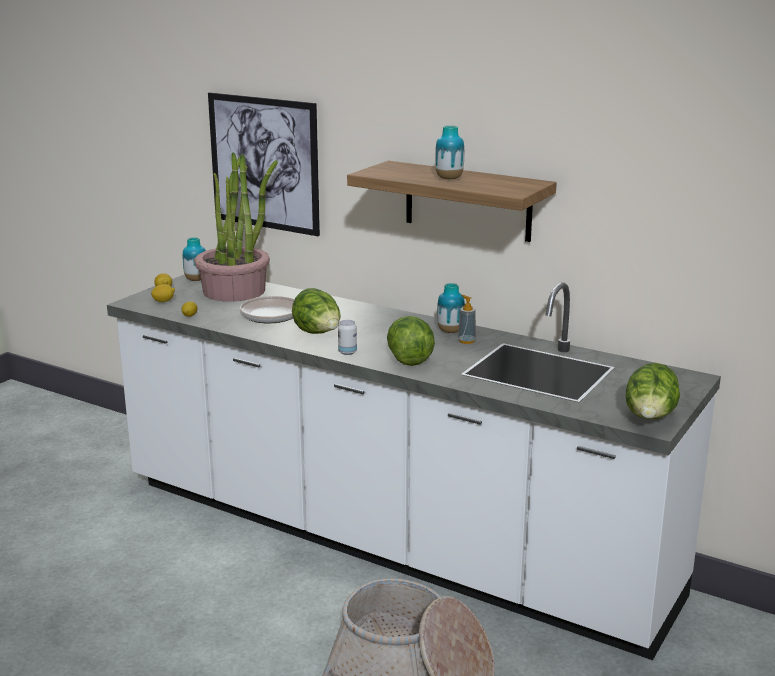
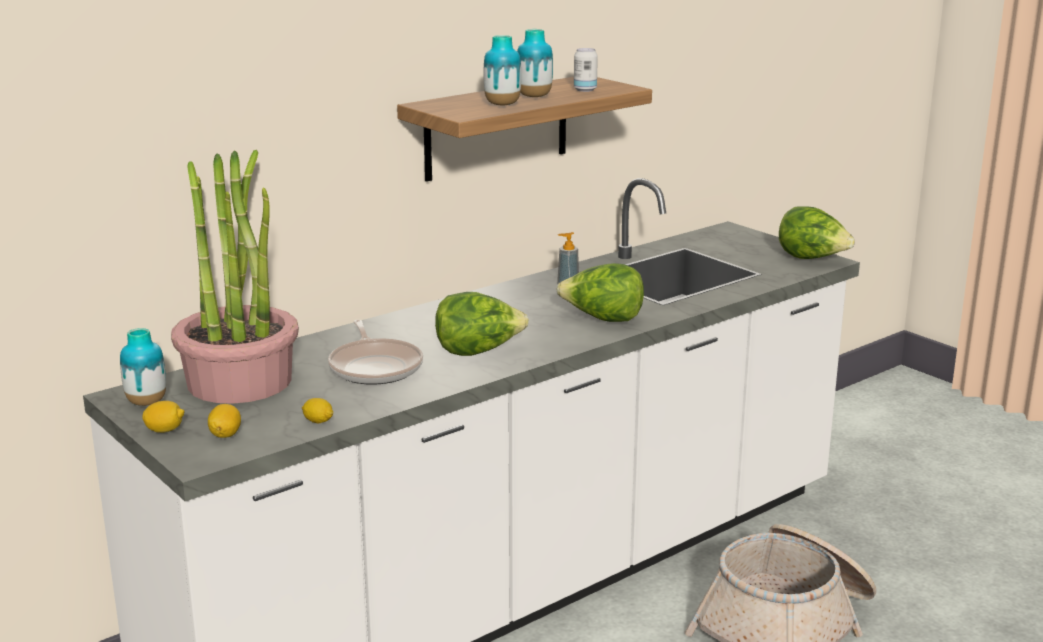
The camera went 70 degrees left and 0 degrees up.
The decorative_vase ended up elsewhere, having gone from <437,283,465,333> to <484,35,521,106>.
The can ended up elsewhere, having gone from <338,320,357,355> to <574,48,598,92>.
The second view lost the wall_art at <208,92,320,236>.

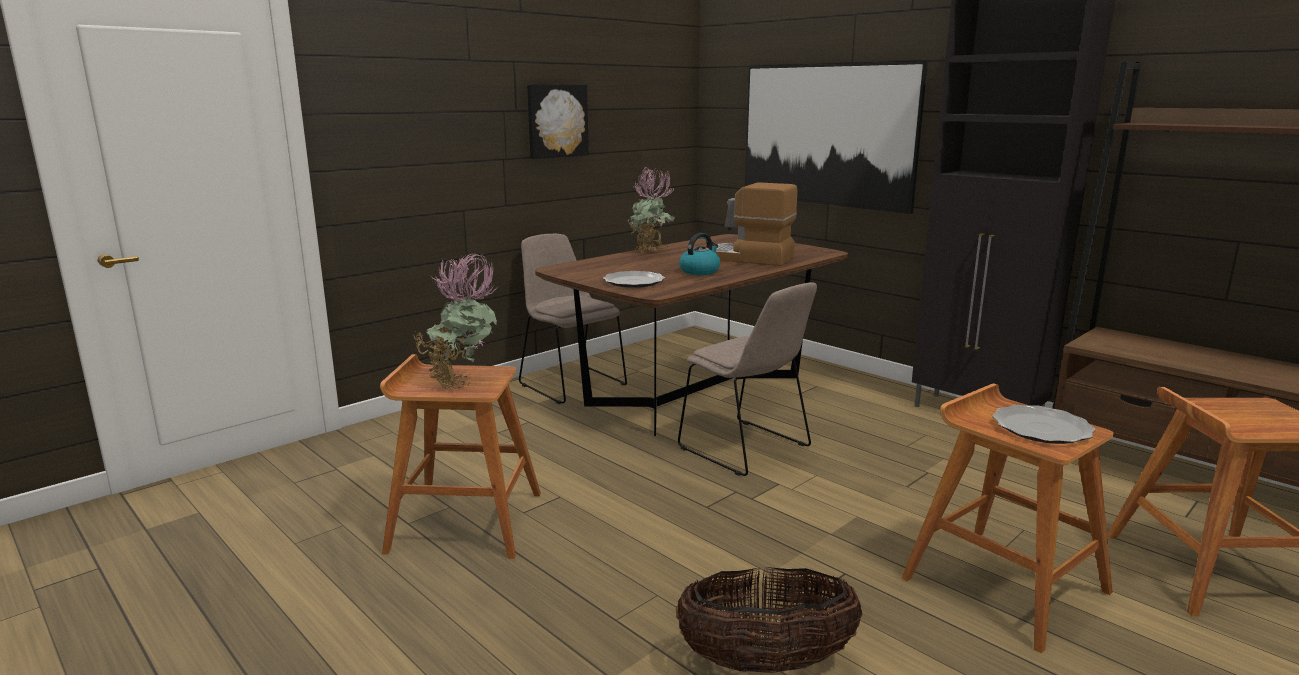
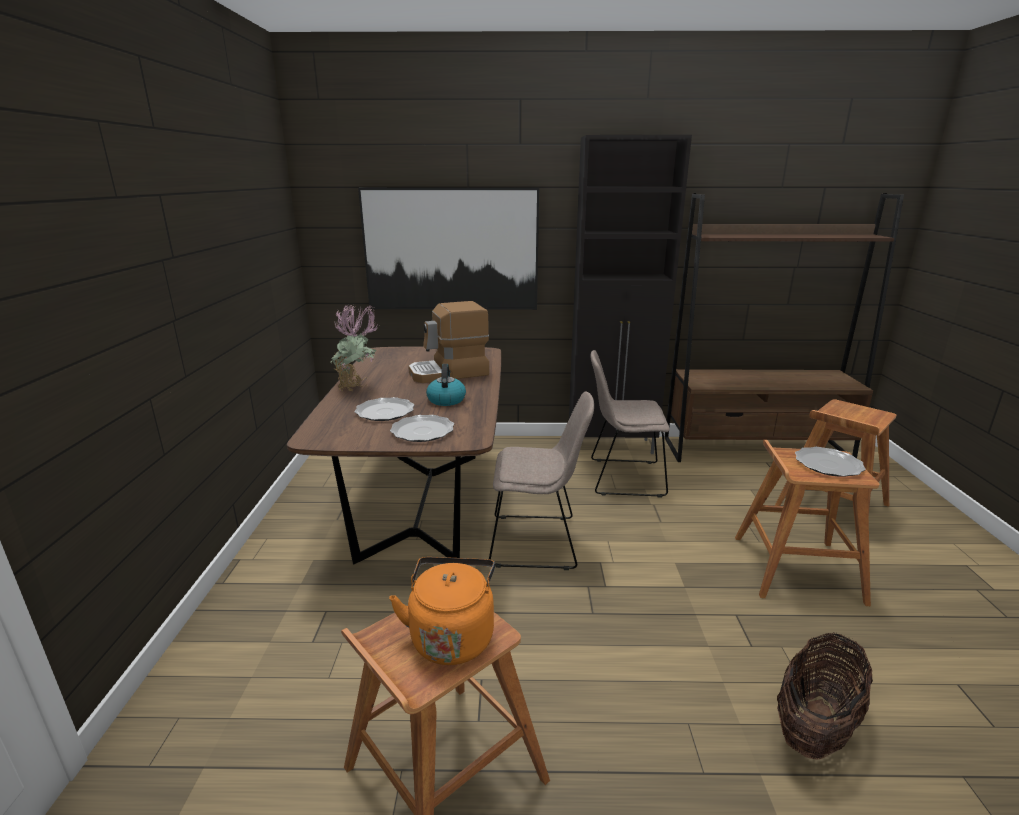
The camera went 45 degrees left and 5 degrees up.
The second view gained the flat_dish at <354,397,414,421>.
Where the houseplant stood at <414,253,497,390>, the orange-coloured_water_kettle came to stand at <389,557,495,665>.
The sand-coloured_chair ended up elsewhere, having gone from <519,234,627,404> to <591,350,670,498>.
The second view lost the wall_art at <527,84,589,159>.

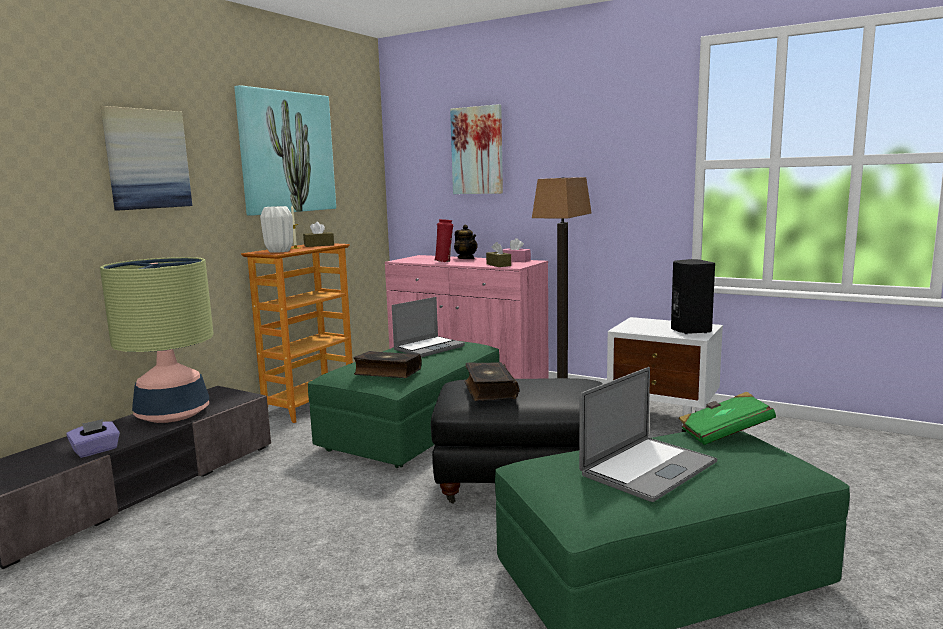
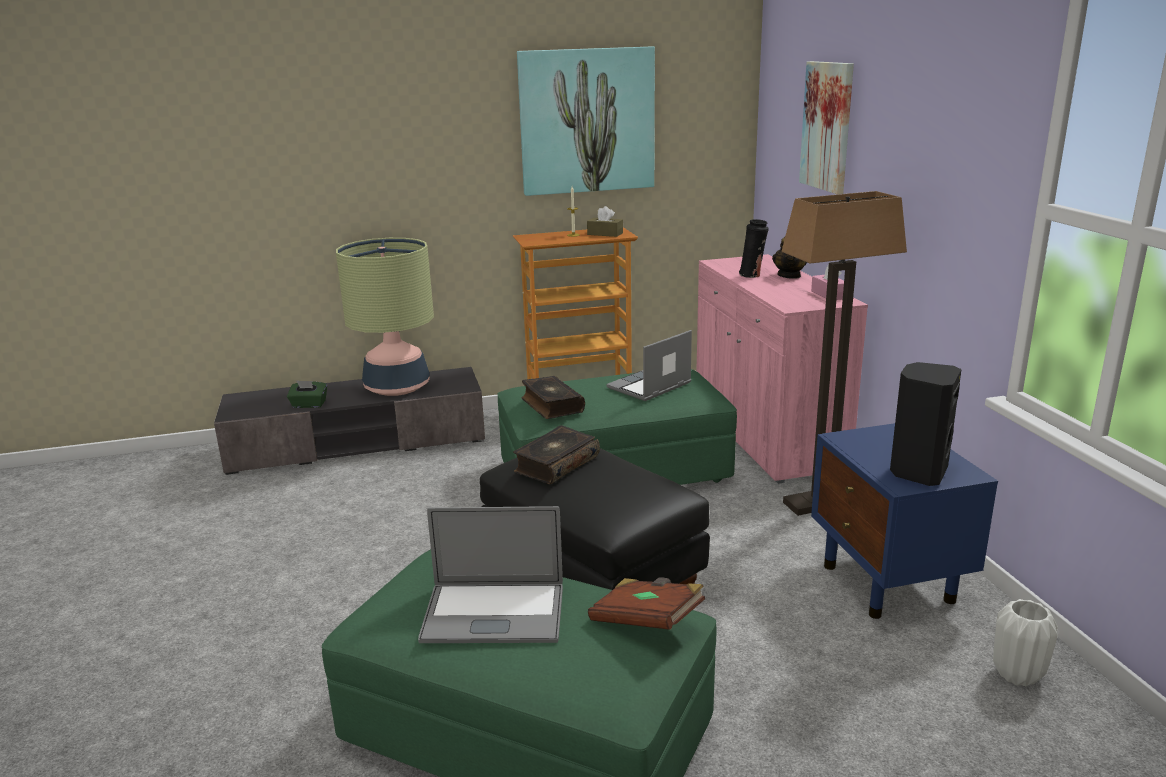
The camera went 45 degrees right and 10 degrees up.
What was the purple_box_of_tissues at <67,419,120,458> turned into the green-coloured_box_of_tissues at <287,381,327,408>.
What was the green-coloured_book at <678,392,776,445> turned into the brown_book at <588,578,705,630>.
The laptop at <392,297,465,357> ended up facing another way, 135 degrees clockwise from before.
What was the red_decorative_vase at <434,219,453,262> turned into the blackish_decorative_vase at <739,219,769,278>.
What was the white_night_table at <607,317,723,432> turned into the bluish_night_table at <811,423,998,619>.
The white_decorative_vase ended up elsewhere, having gone from <260,206,293,253> to <993,599,1058,686>.
The second view lost the wall_art at <101,106,192,210>.
The second view lost the brown_box_of_tissues at <486,242,511,267>.

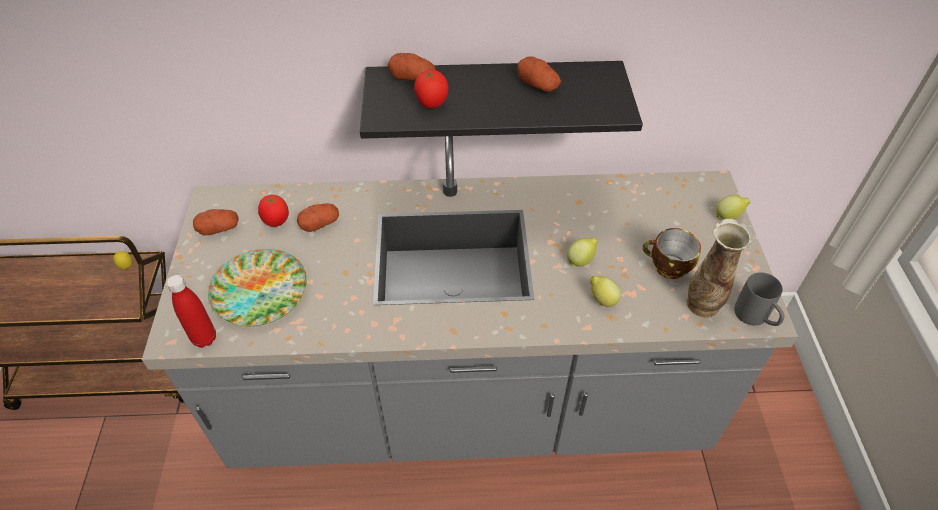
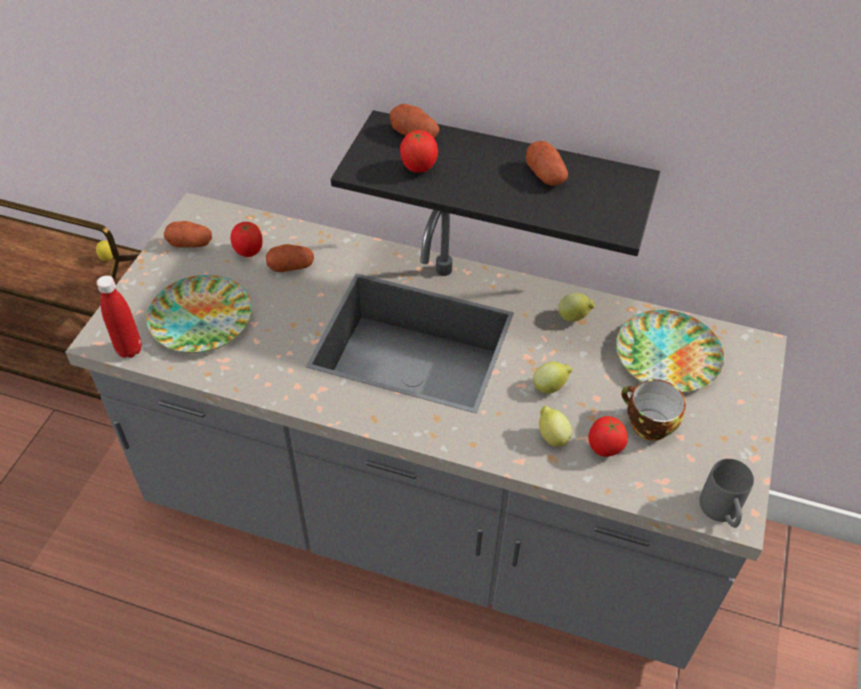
The camera went 20 degrees right and 0 degrees up.
The citrus_fruit ended up elsewhere, having gone from <716,195,750,220> to <558,293,595,322>.
The second view gained the fresh_tomato at <588,416,628,457>.
The second view gained the flat_dish at <616,310,724,393>.
The second view lost the decorative_vase at <687,219,754,318>.

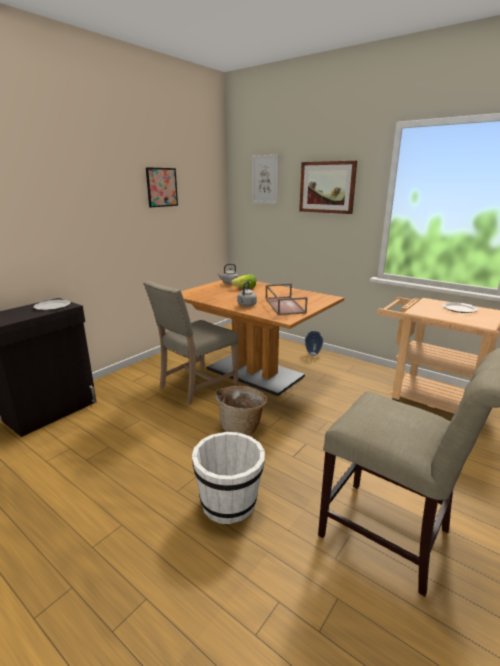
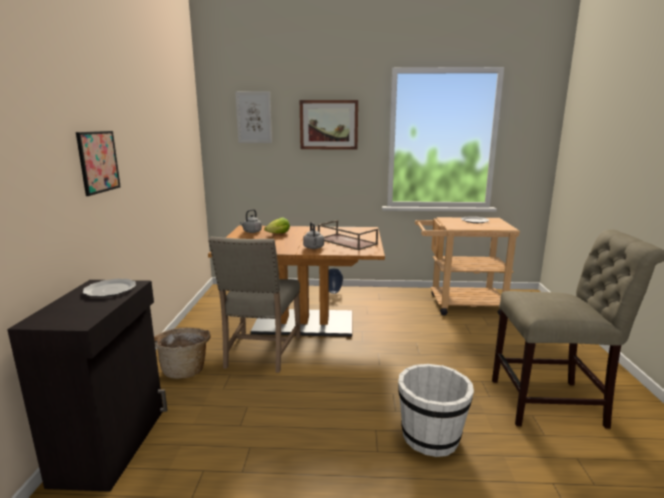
The camera went 35 degrees left and 5 degrees down.
The wall_art ended up elsewhere, having gone from <146,167,178,207> to <76,131,121,196>.
The storage_basket ended up elsewhere, having gone from <215,386,268,435> to <154,328,211,379>.

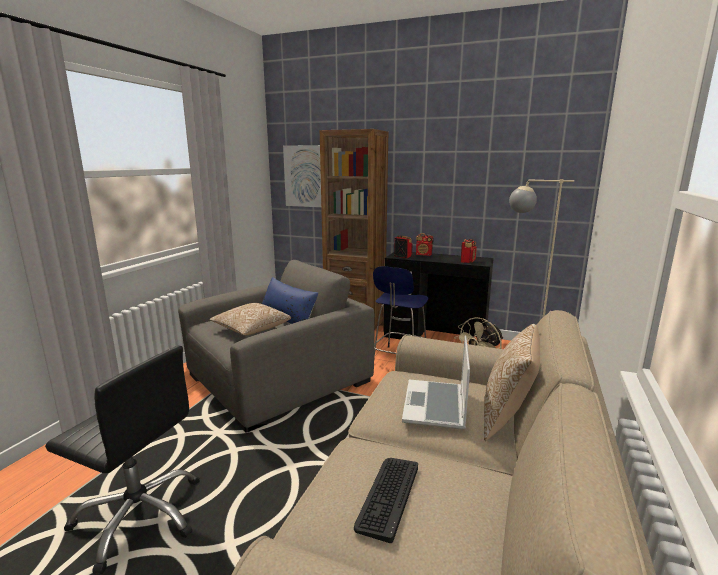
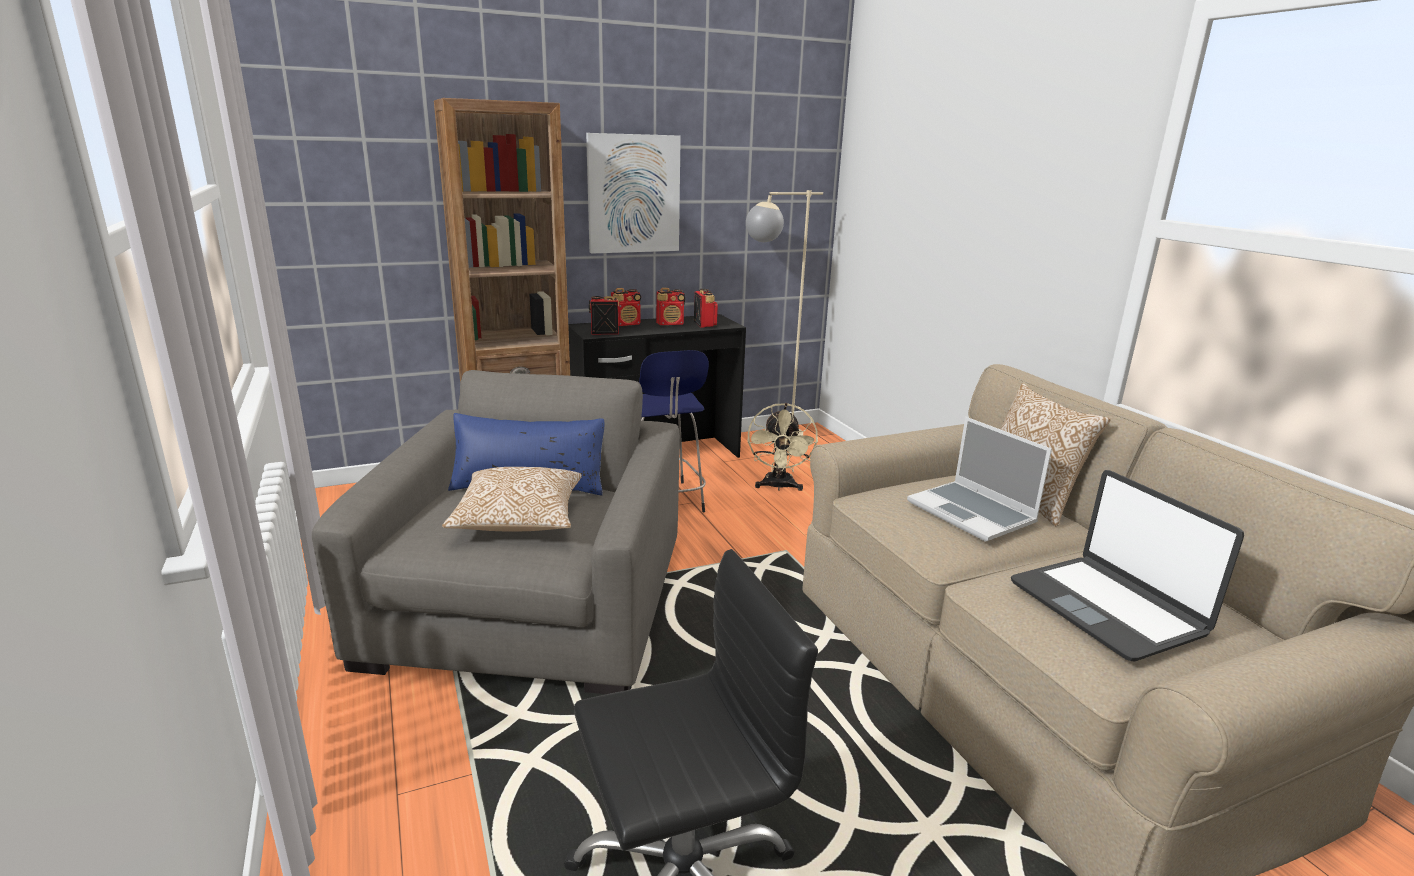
The camera went 45 degrees left and 5 degrees up.
The wall_art ended up elsewhere, having gone from <283,145,321,207> to <586,133,681,254>.
The second view gained the radio_set at <656,288,685,325>.
Where the PC_keyboard stood at <354,458,418,543>, the laptop came to stand at <1011,470,1244,661>.

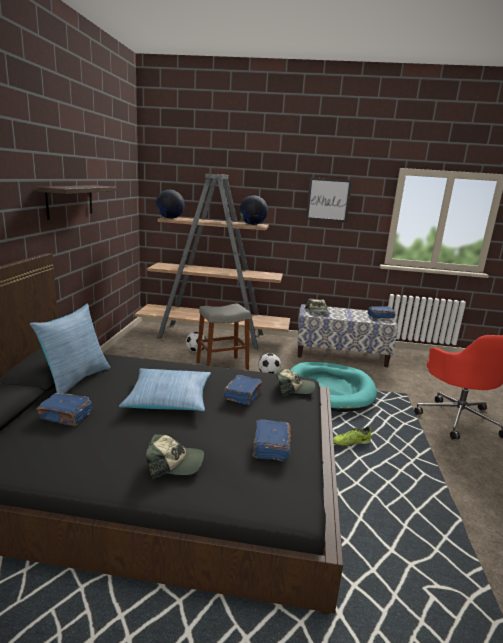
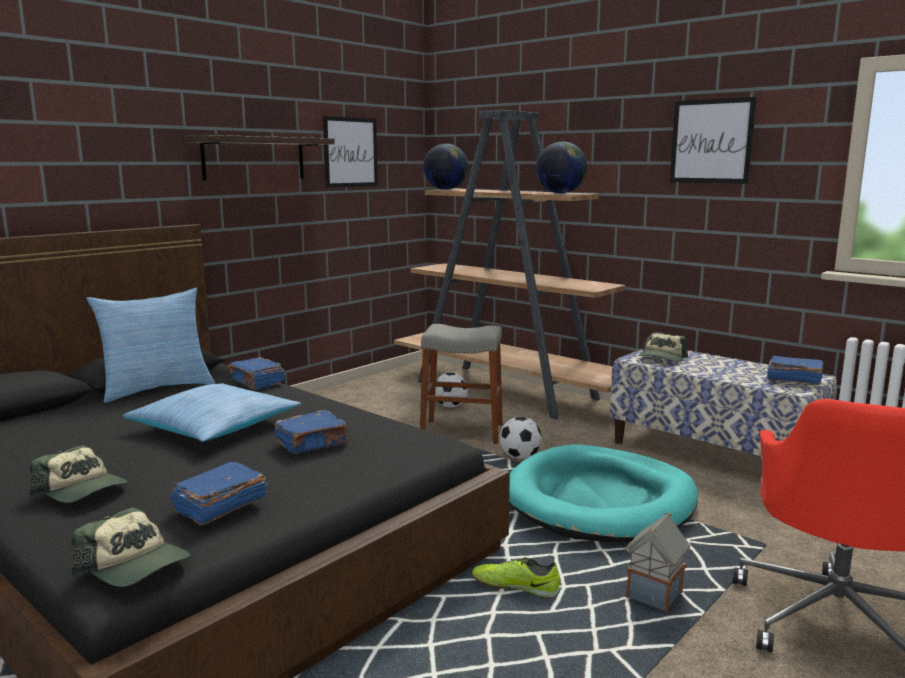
The camera went 35 degrees right and 5 degrees down.
The cap ended up elsewhere, having gone from <276,369,315,396> to <72,507,191,587>.
The bluish_book ended up elsewhere, having gone from <36,392,92,426> to <228,357,285,390>.
The second view gained the wall_art at <323,116,378,188>.
The second view gained the model_house at <625,513,690,612>.

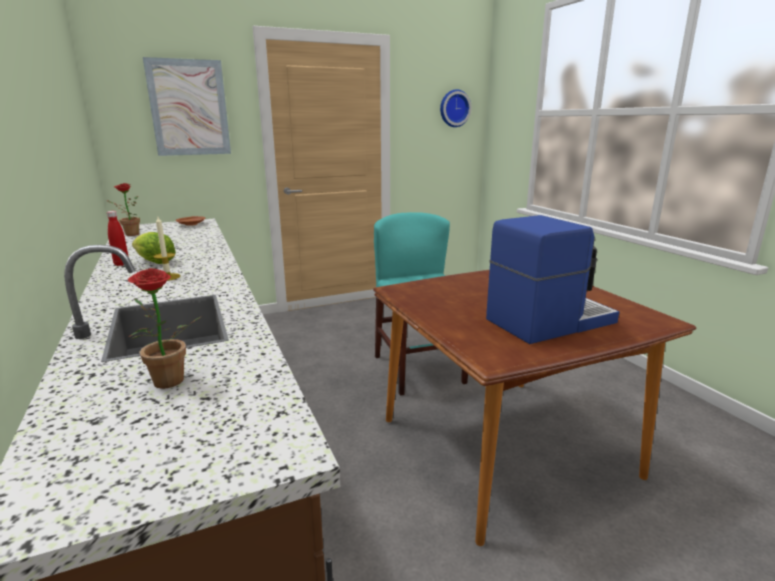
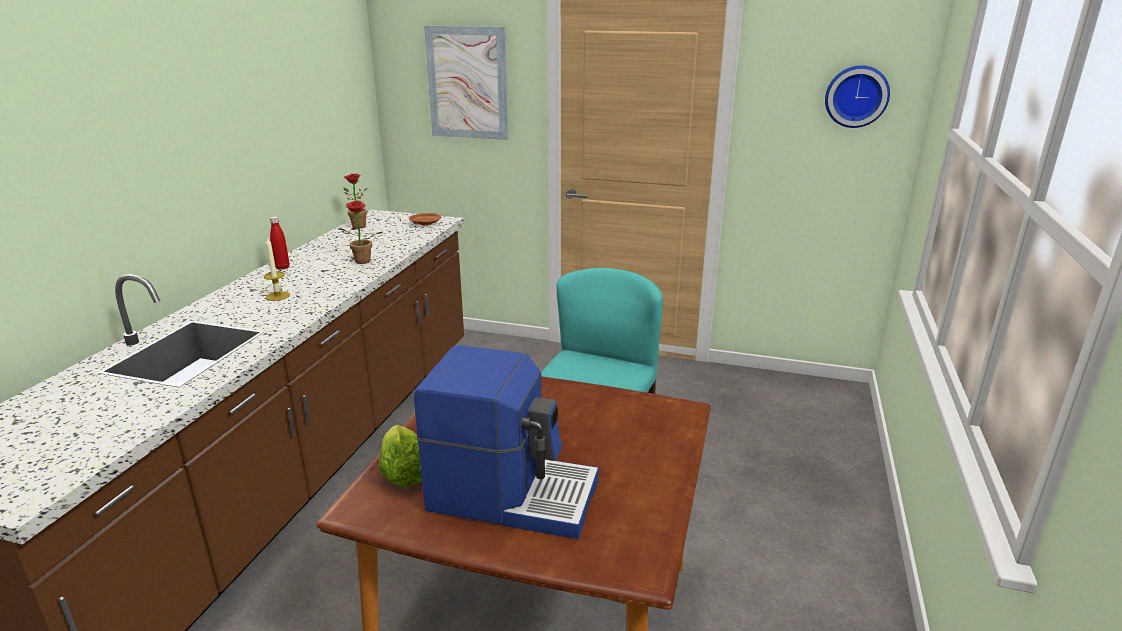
The camera went 40 degrees right and 5 degrees up.
The houseplant ended up elsewhere, having gone from <128,268,201,389> to <339,201,382,264>.
The lettuce ended up elsewhere, having gone from <132,232,176,264> to <379,425,422,488>.

